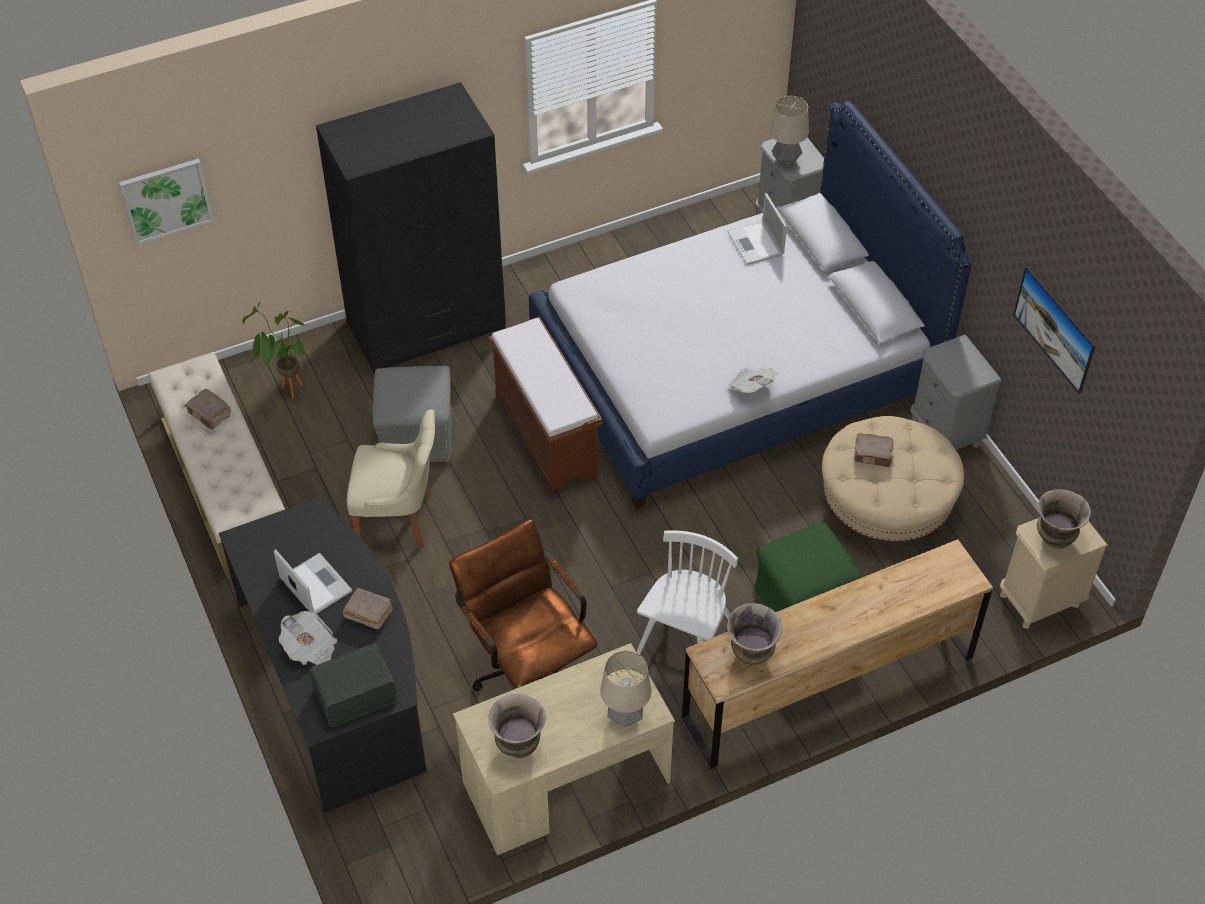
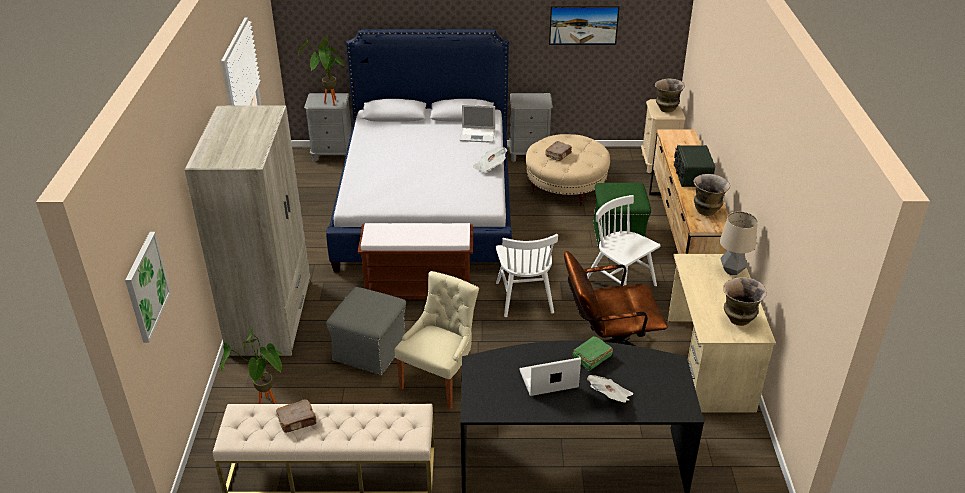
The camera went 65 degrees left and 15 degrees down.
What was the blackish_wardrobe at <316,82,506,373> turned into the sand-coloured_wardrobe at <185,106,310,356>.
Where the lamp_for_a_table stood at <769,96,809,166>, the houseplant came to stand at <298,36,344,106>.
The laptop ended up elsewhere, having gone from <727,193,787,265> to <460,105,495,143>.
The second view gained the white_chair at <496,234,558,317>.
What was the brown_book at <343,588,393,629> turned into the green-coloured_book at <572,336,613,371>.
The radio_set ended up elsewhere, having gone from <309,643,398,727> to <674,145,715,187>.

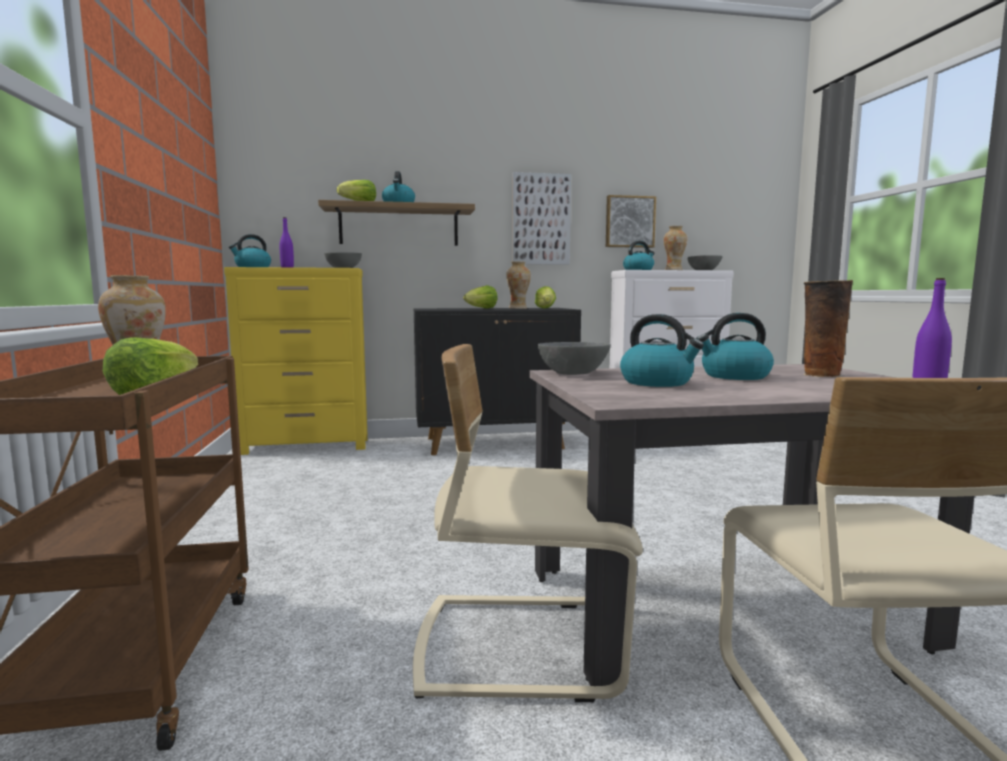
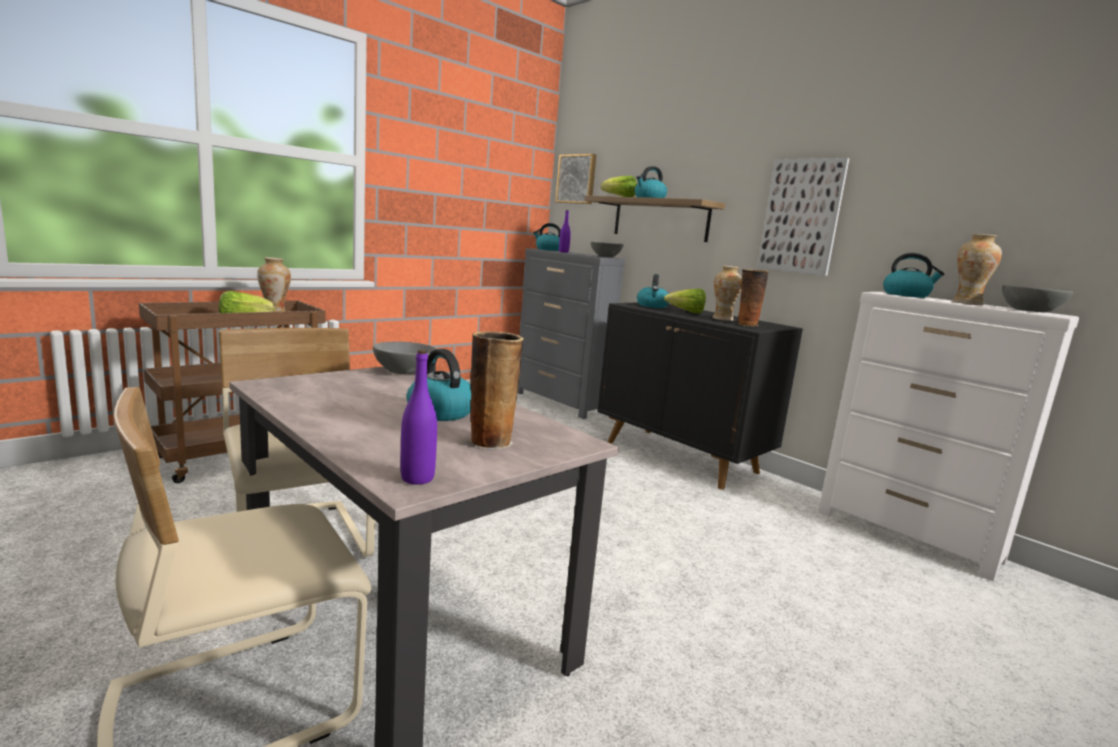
The camera went 55 degrees right and 5 degrees up.
What was the yellow-coloured_dresser at <224,267,368,455> turned into the grey_dresser at <517,248,625,419>.
The wall_art ended up elsewhere, having gone from <606,195,656,248> to <555,154,596,204>.
The water_kettle ended up elsewhere, having gone from <620,314,704,387> to <637,274,669,308>.
Where the lettuce stood at <535,286,556,309>, the decorative_vase came to stand at <737,269,769,327>.

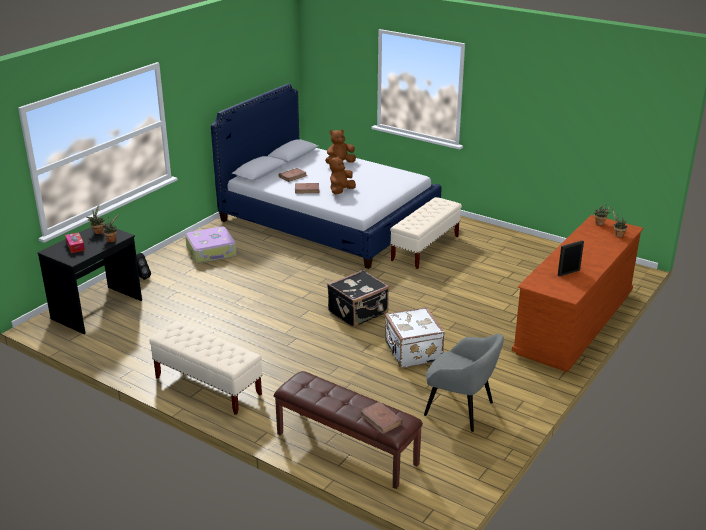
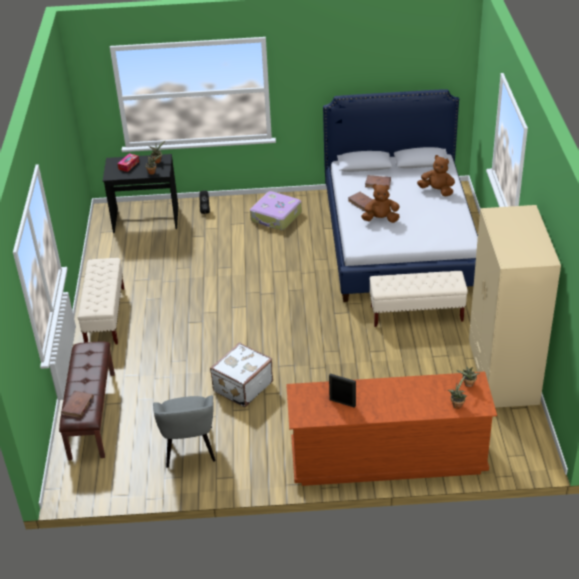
The camera went 55 degrees right and 10 degrees up.
The second view gained the sand-coloured_wardrobe at <469,205,561,408>.
The second view lost the blackish_piece_of_luggage at <327,270,389,327>.

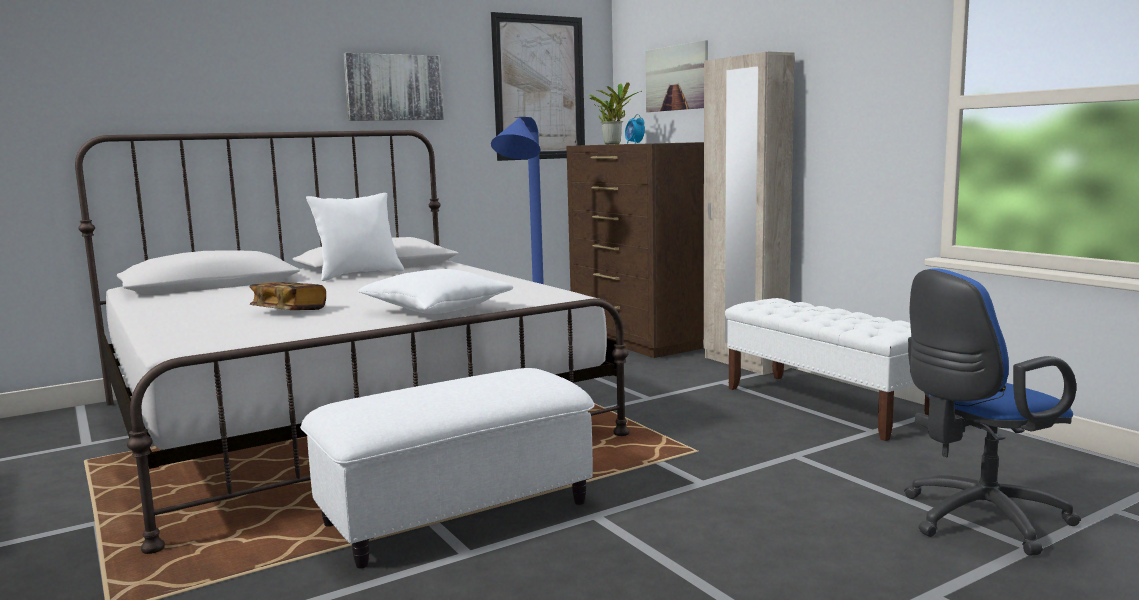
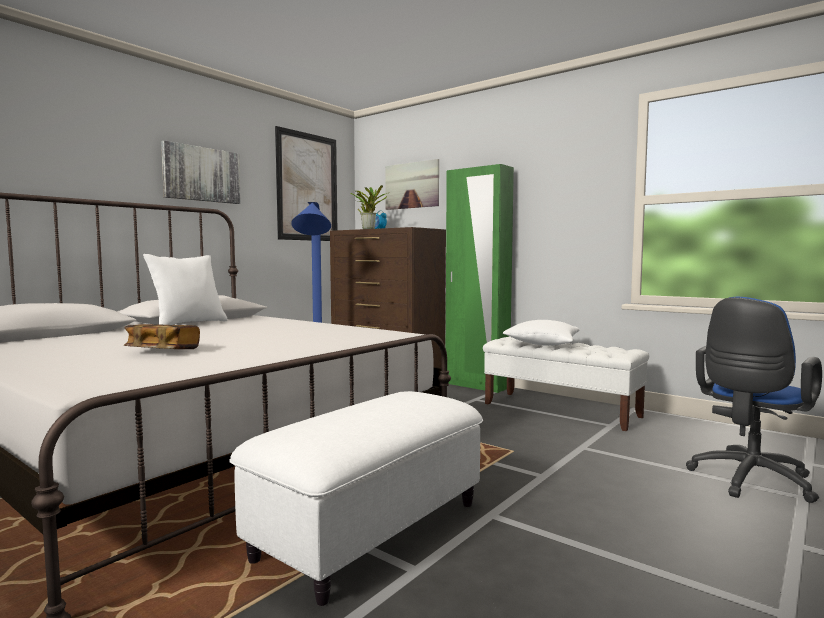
The camera went 20 degrees left and 5 degrees down.
What was the sand-coloured_wardrobe at <704,51,795,375> turned into the green-coloured_wardrobe at <446,164,514,393>.
The white_pillow ended up elsewhere, having gone from <358,269,514,314> to <503,320,580,346>.

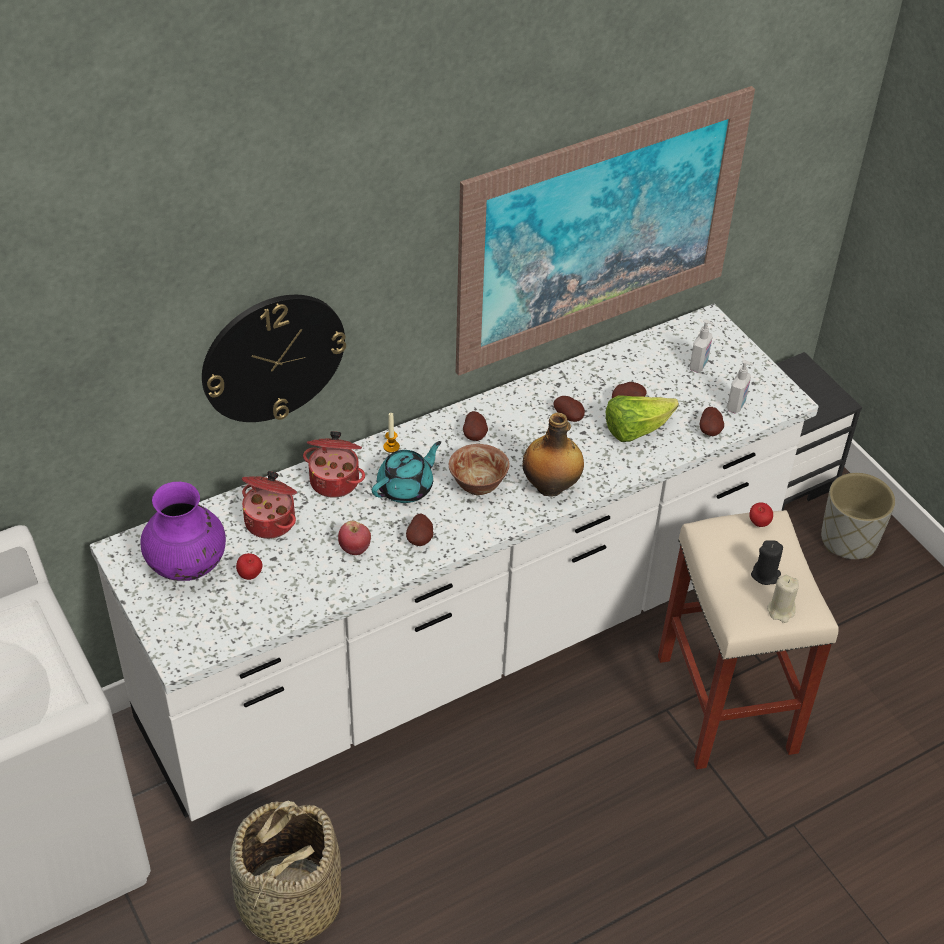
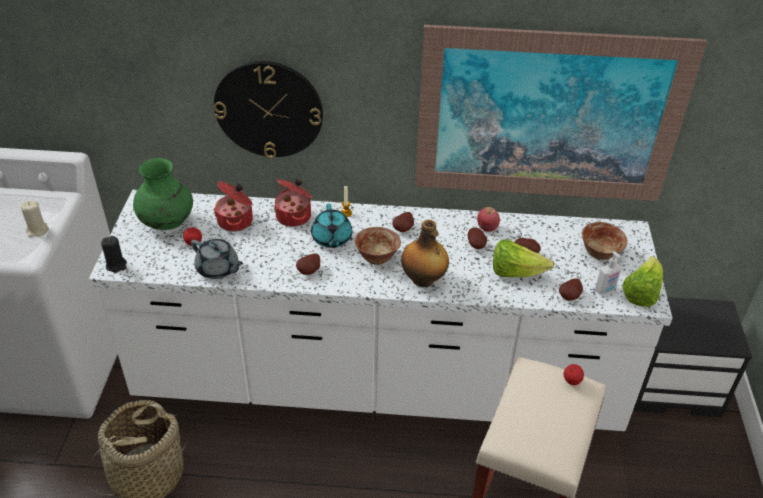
The camera went 35 degrees right and 5 degrees down.
The sand-coloured_wax_light ended up elsewhere, having gone from <767,575,799,623> to <21,201,49,238>.
The blackish_wax_light ended up elsewhere, having gone from <751,540,783,585> to <101,236,127,273>.
What was the purple_decorative_vase at <140,482,226,581> turned into the green-coloured_decorative_vase at <133,158,193,230>.
The second view gained the grey_tea_pot at <191,239,243,279>.
The blue-green_tea_pot at <372,441,441,503> ended up facing another way, 90 degrees clockwise from before.
The whole_apple ended up elsewhere, having gone from <338,521,371,555> to <477,207,500,232>.
Where the liquid_soap_bottle stood at <690,319,714,373>, the serving_bowl came to stand at <582,222,628,260>.
The second view gained the lettuce at <623,256,663,307>.
The second view lost the grey_plant_pot at <821,473,895,559>.

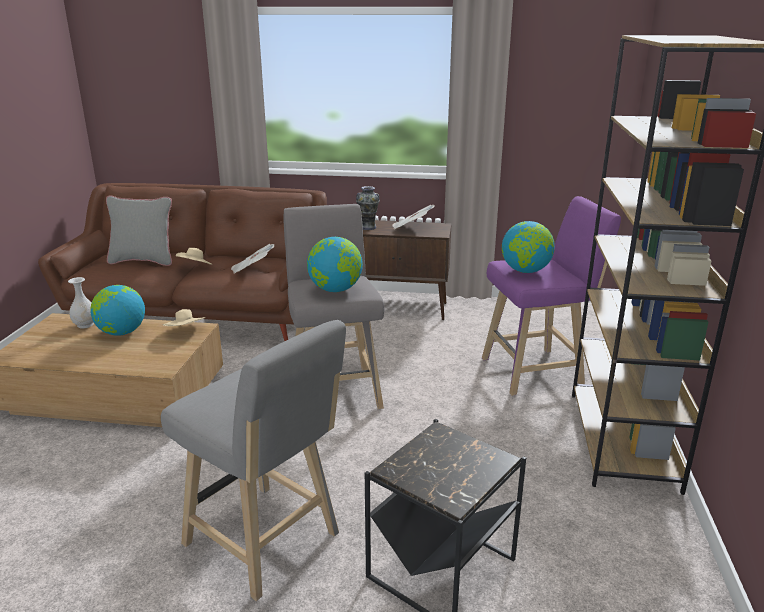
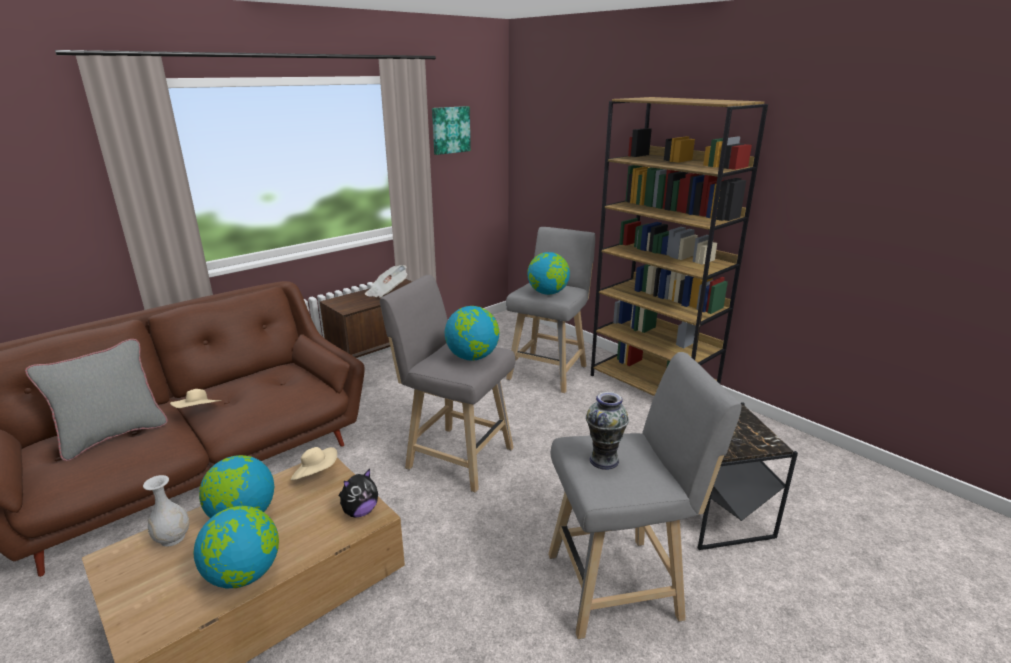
The camera went 50 degrees left and 0 degrees up.
The second view gained the world_globe at <194,506,279,588>.
The second view gained the cuddly_toy at <339,469,378,518>.
The second view gained the wall_art at <432,106,471,155>.
What was the purple_stool at <482,196,621,396> turned into the grey_stool at <506,227,595,393>.
The decorative_vase ended up elsewhere, having gone from <356,186,380,230> to <586,392,629,470>.
The second view lost the daily_paper at <231,244,274,274>.

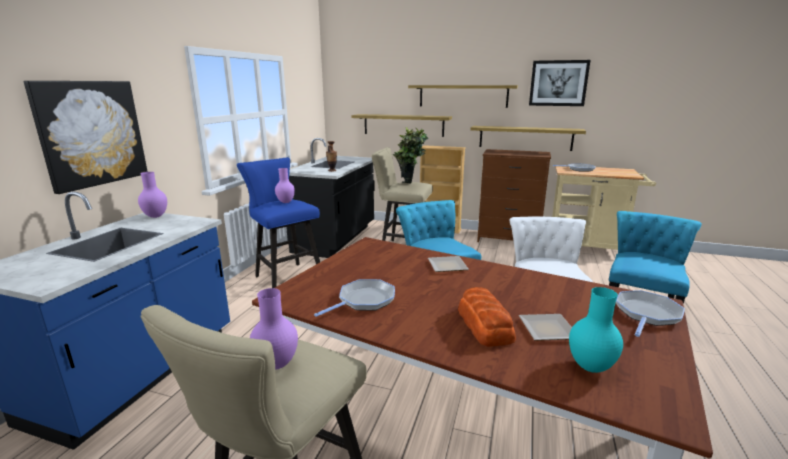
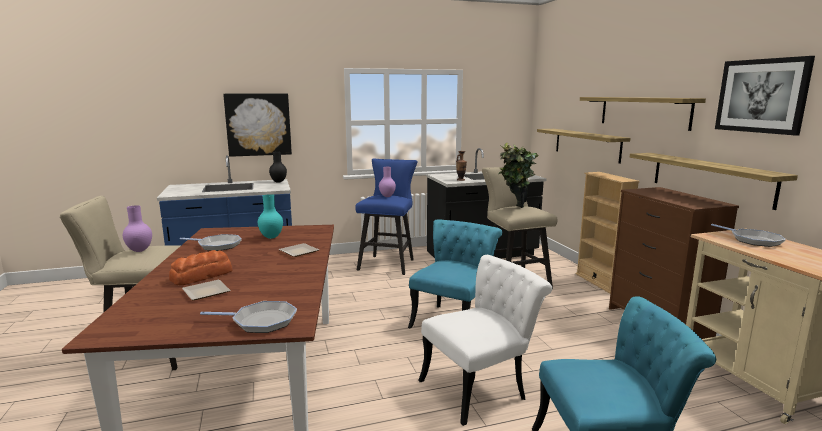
The camera went 55 degrees right and 5 degrees down.
The blue-green_decorative_vase ended up elsewhere, having gone from <569,287,623,373> to <258,194,283,239>.
What was the purple_decorative_vase at <138,172,167,218> turned into the blackish_decorative_vase at <269,152,287,183>.

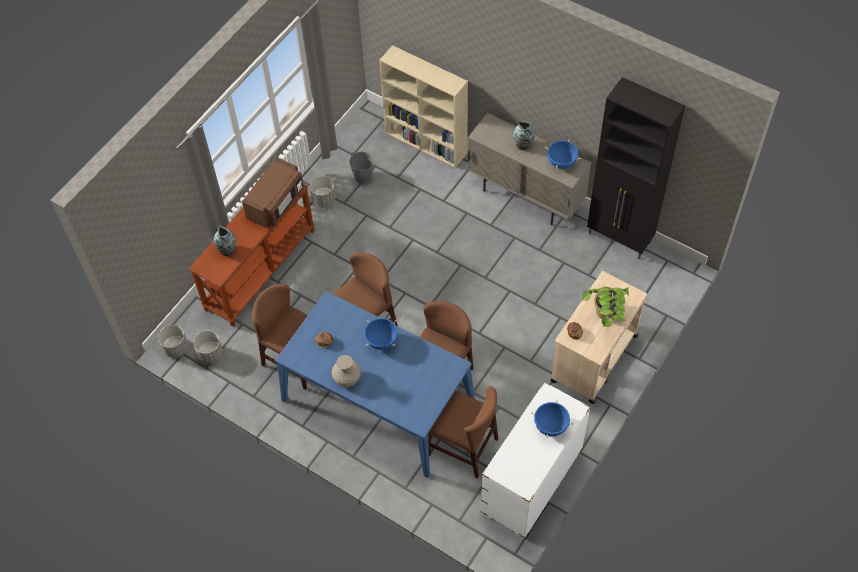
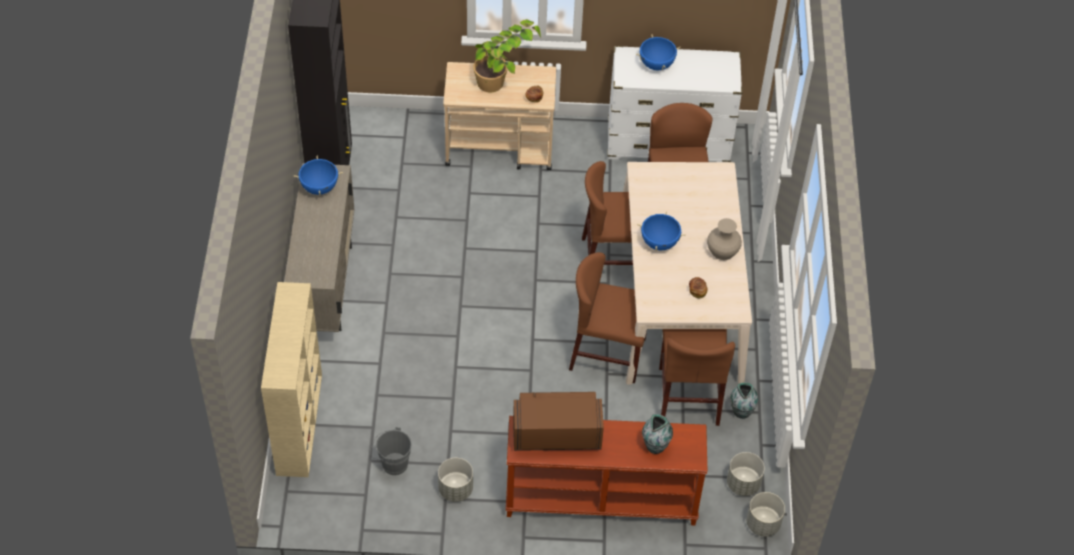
The camera went 125 degrees left and 5 degrees down.
What was the bluish_dinner_table at <275,291,475,478> turned into the sand-coloured_dinner_table at <623,162,752,385>.
The decorative_vase ended up elsewhere, having gone from <513,121,535,150> to <730,382,759,419>.

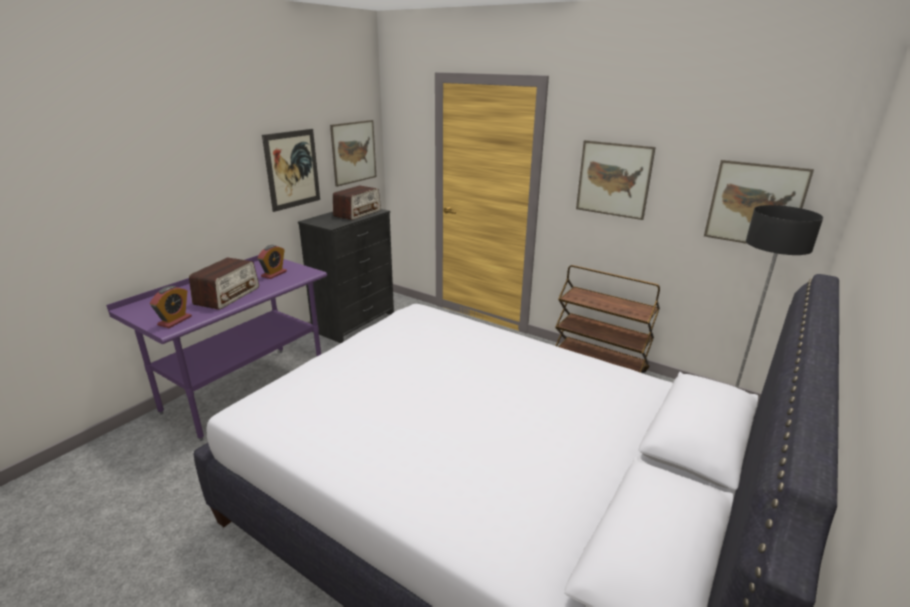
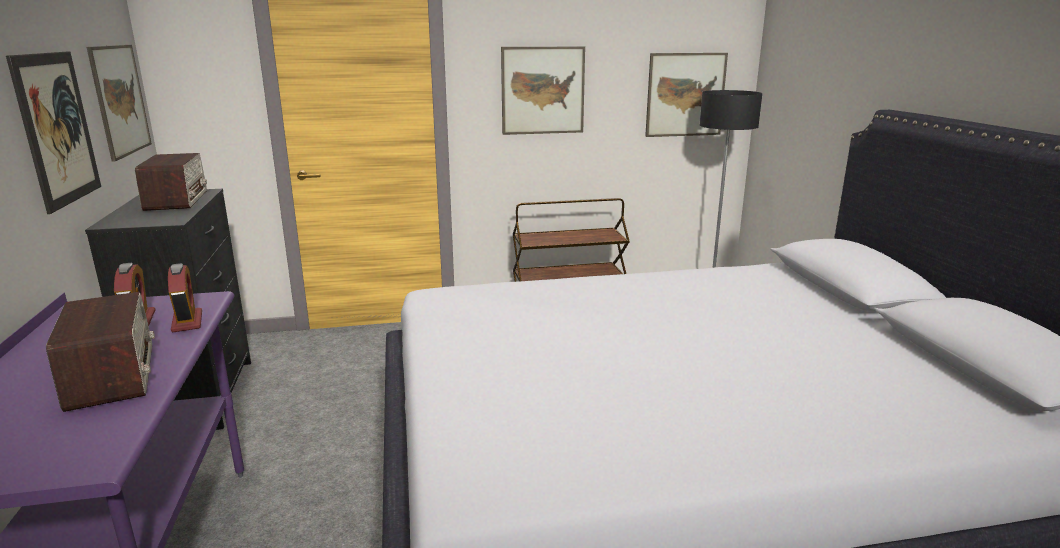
The camera went 45 degrees left and 5 degrees down.
The alarm_clock ended up elsewhere, having gone from <150,286,192,328> to <168,263,202,332>.

